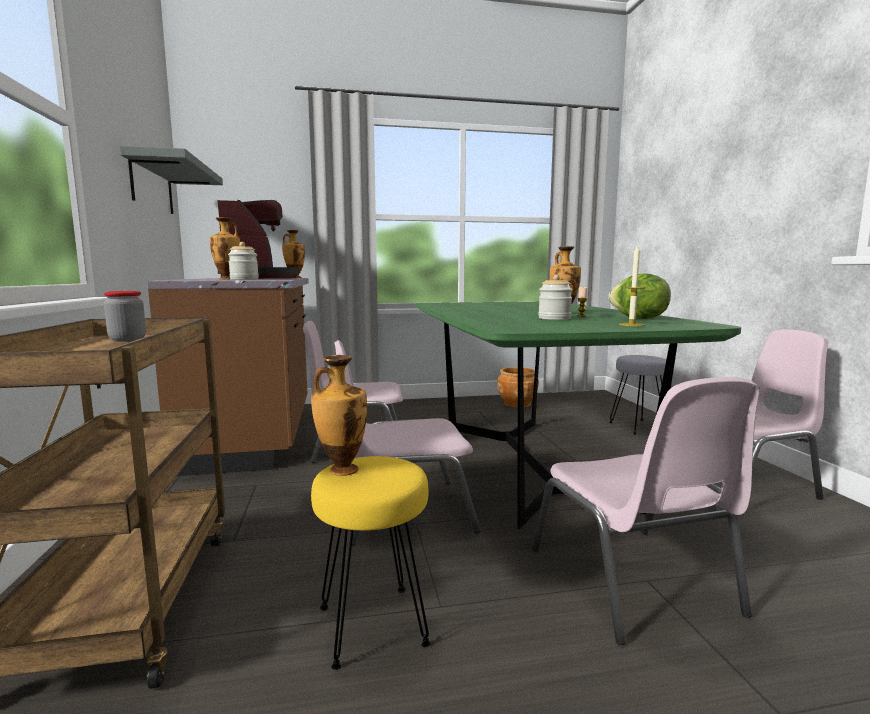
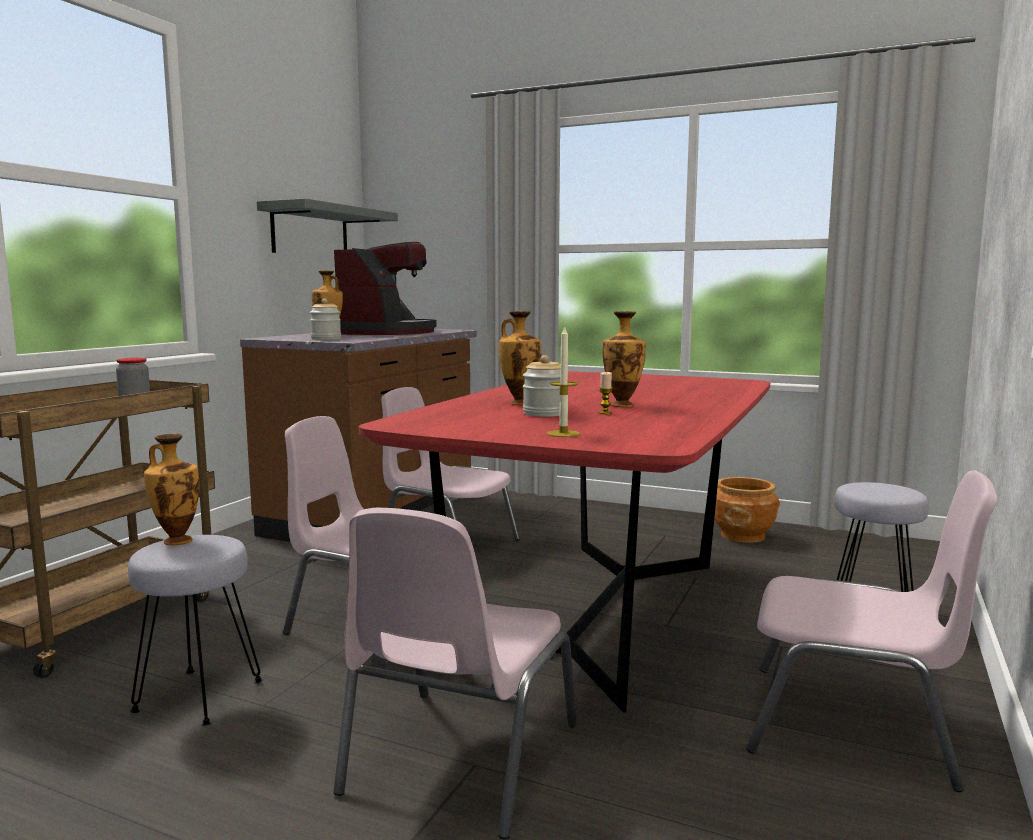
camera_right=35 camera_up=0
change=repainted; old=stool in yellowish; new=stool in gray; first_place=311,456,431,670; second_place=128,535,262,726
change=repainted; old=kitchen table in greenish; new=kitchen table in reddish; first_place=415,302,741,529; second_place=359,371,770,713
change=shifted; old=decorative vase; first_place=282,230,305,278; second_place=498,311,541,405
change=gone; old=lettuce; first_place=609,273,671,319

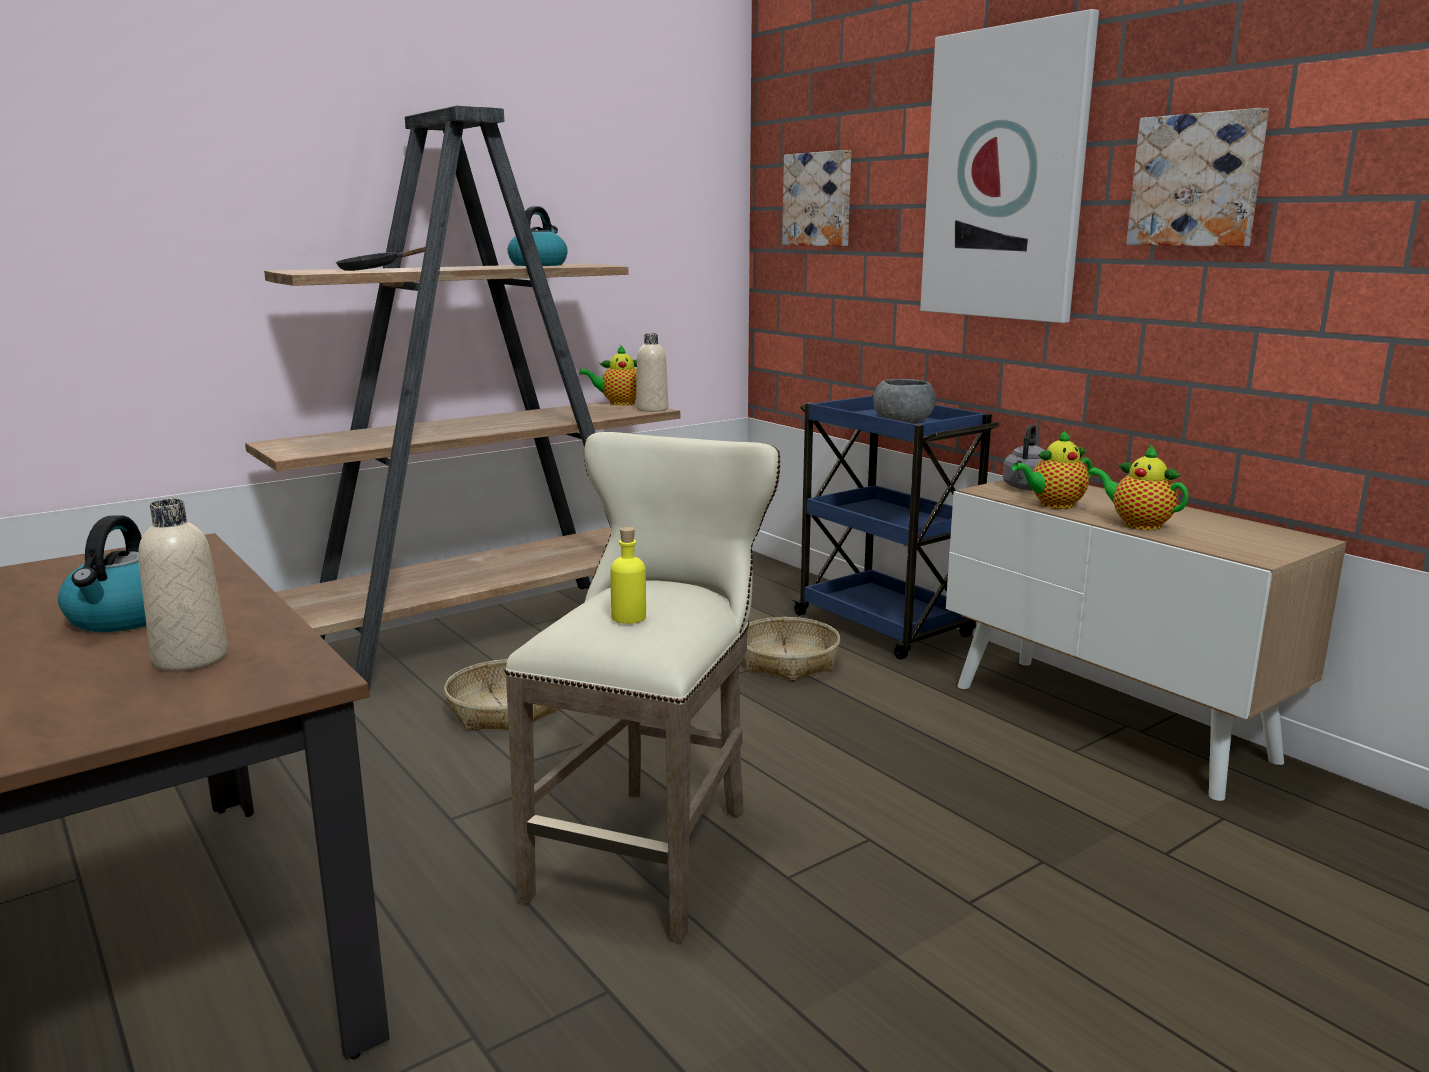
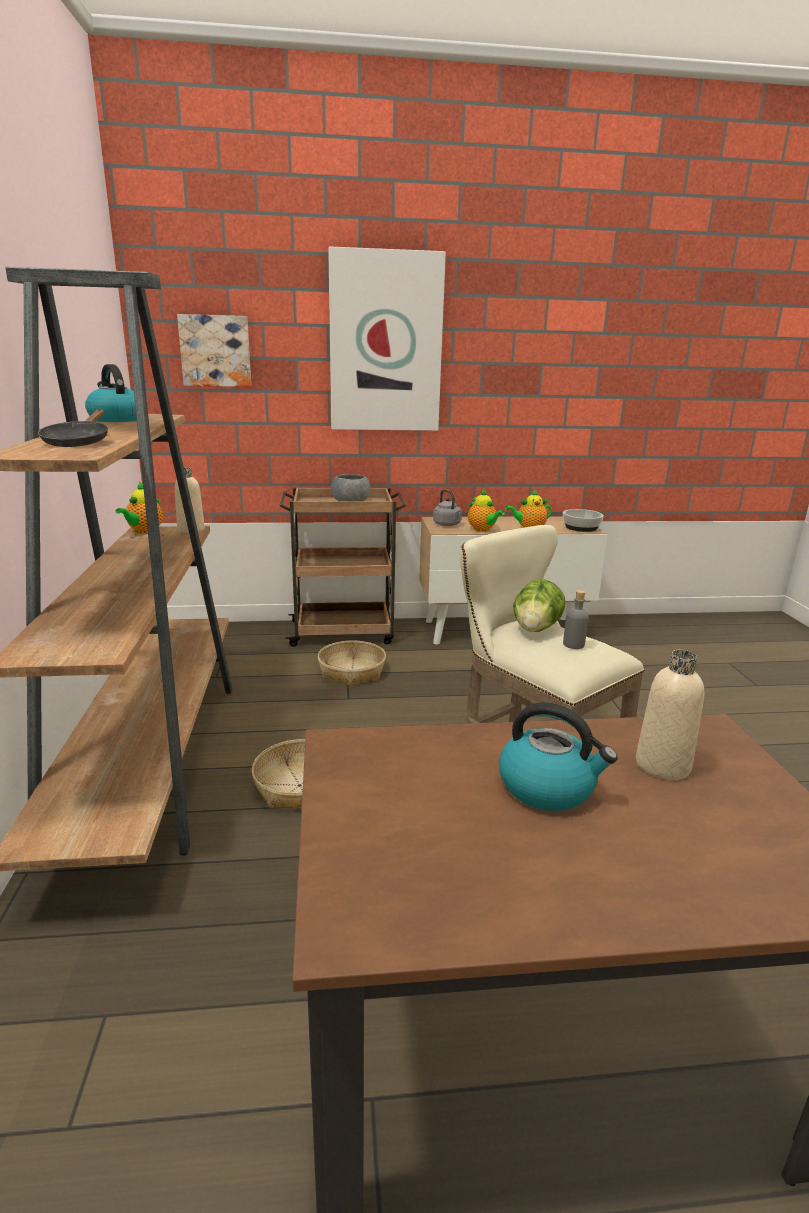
camera_right=-60 camera_up=5
change=repainted; old=cart in blue-coloured; new=cart in brownish; first_place=791,394,1000,660; second_place=279,487,406,647
change=rotated; old=teapot; first_place=1012,429,1093,509; second_place=468,489,505,532; degrees=-45
change=new; new=lettuce; second_place=513,579,566,632
change=new; new=serving bowl; second_place=563,509,603,532
change=repainted; old=bottle in yellowish; new=bottle in gray; first_place=610,527,646,624; second_place=563,590,589,649
change=gone; old=wall art; first_place=1126,108,1269,247

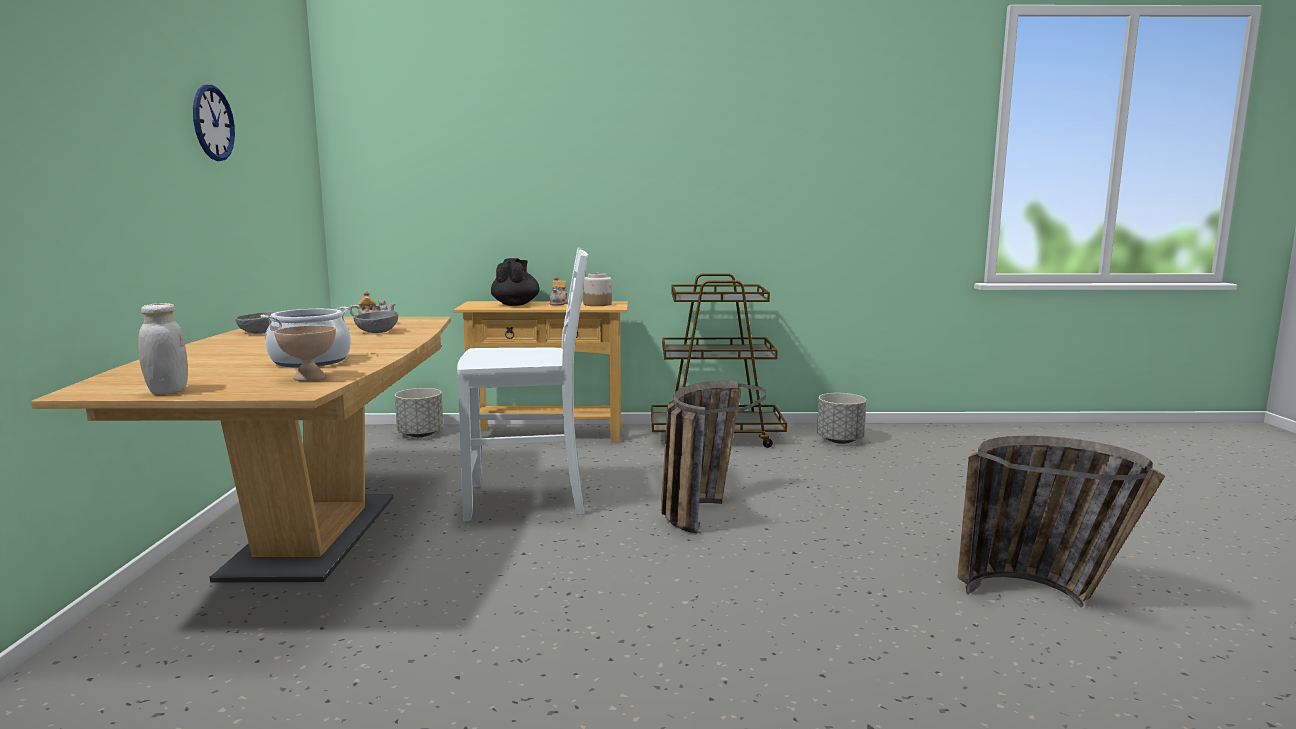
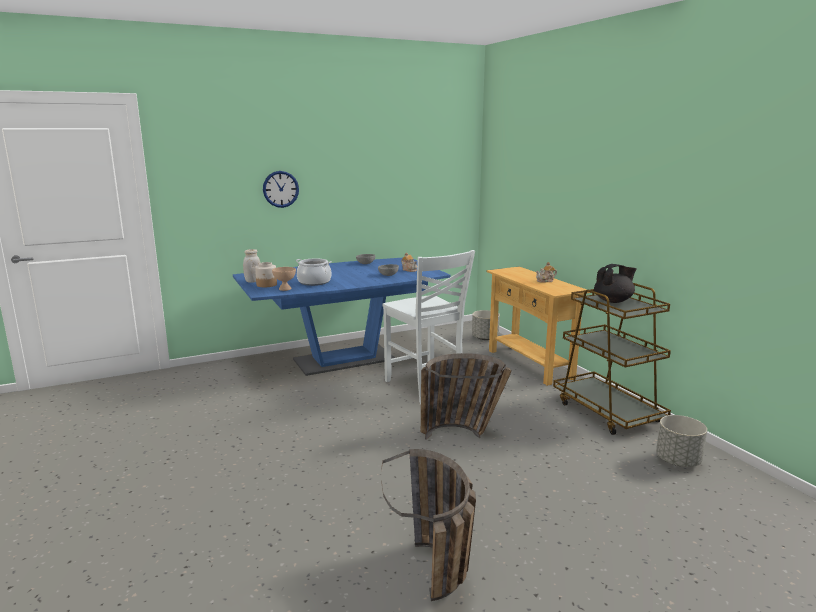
camera_right=65 camera_up=5
change=repainted; old=kitchen table in brownish; new=kitchen table in blue-coloured; first_place=31,317,451,582; second_place=233,258,451,376
change=shifted; old=storage jar; first_place=583,273,612,306; second_place=255,262,277,287
change=shifted; old=clock on the wall; first_place=193,85,235,161; second_place=263,171,299,208
change=shifted; old=teapot in blackish; first_place=491,258,540,306; second_place=594,264,637,303

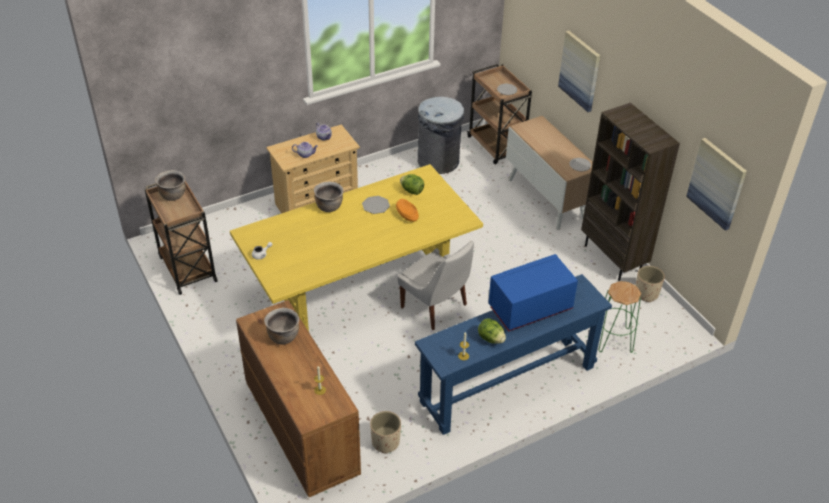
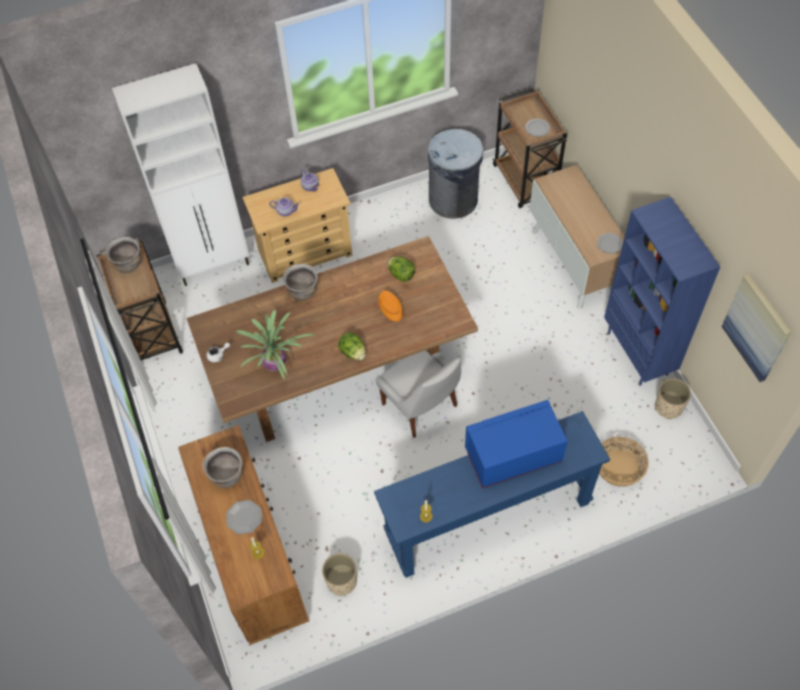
camera_right=10 camera_up=15
change=new; new=cupboard in white-coloured; second_place=112,63,249,286
change=repainted; old=kitchen table in yellowish; new=kitchen table in brownish; first_place=230,164,483,332; second_place=187,236,478,442
change=shifted; old=dinner plate; first_place=362,196,390,214; second_place=226,500,262,534
change=new; new=plant in a pot; second_place=235,309,314,380
change=shifted; old=lettuce; first_place=478,318,506,344; second_place=338,332,366,361
change=swapped; old=stool in greenish; new=storage basket; first_place=599,281,641,353; second_place=599,437,649,487
change=repainted; old=shelving unit in brownish; new=shelving unit in blue-coloured; first_place=581,103,680,281; second_place=604,197,720,386
change=gone; old=wall art; first_place=558,30,601,112

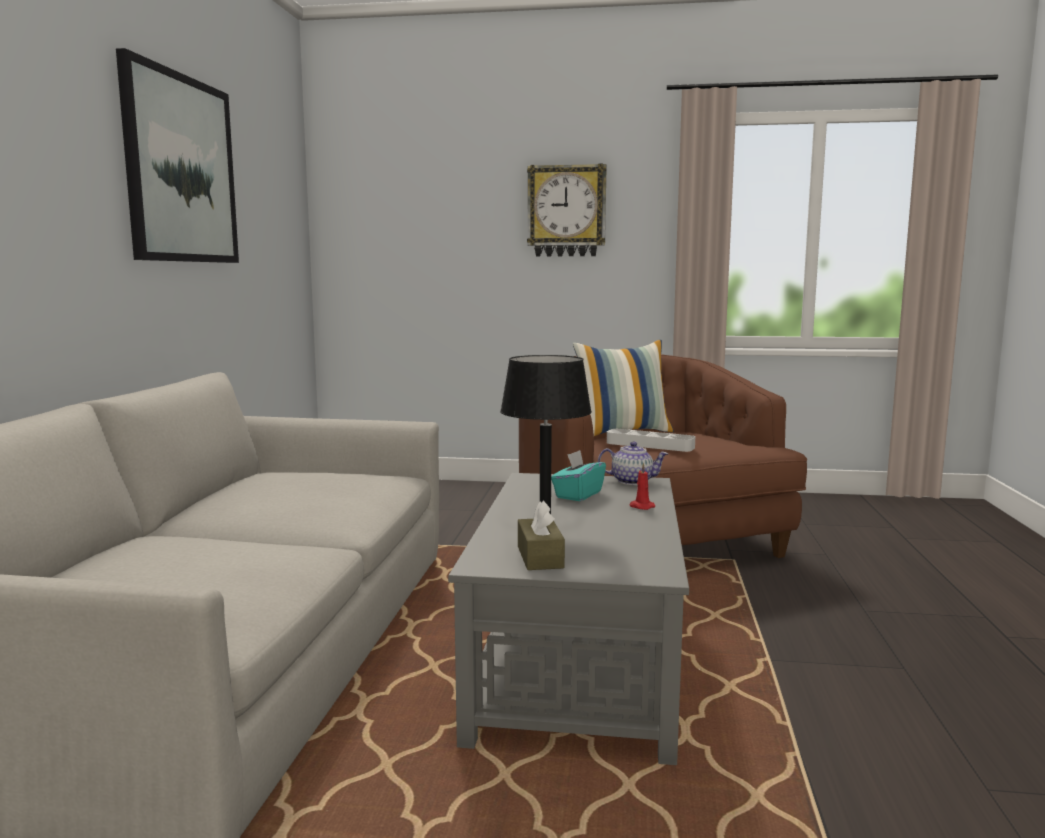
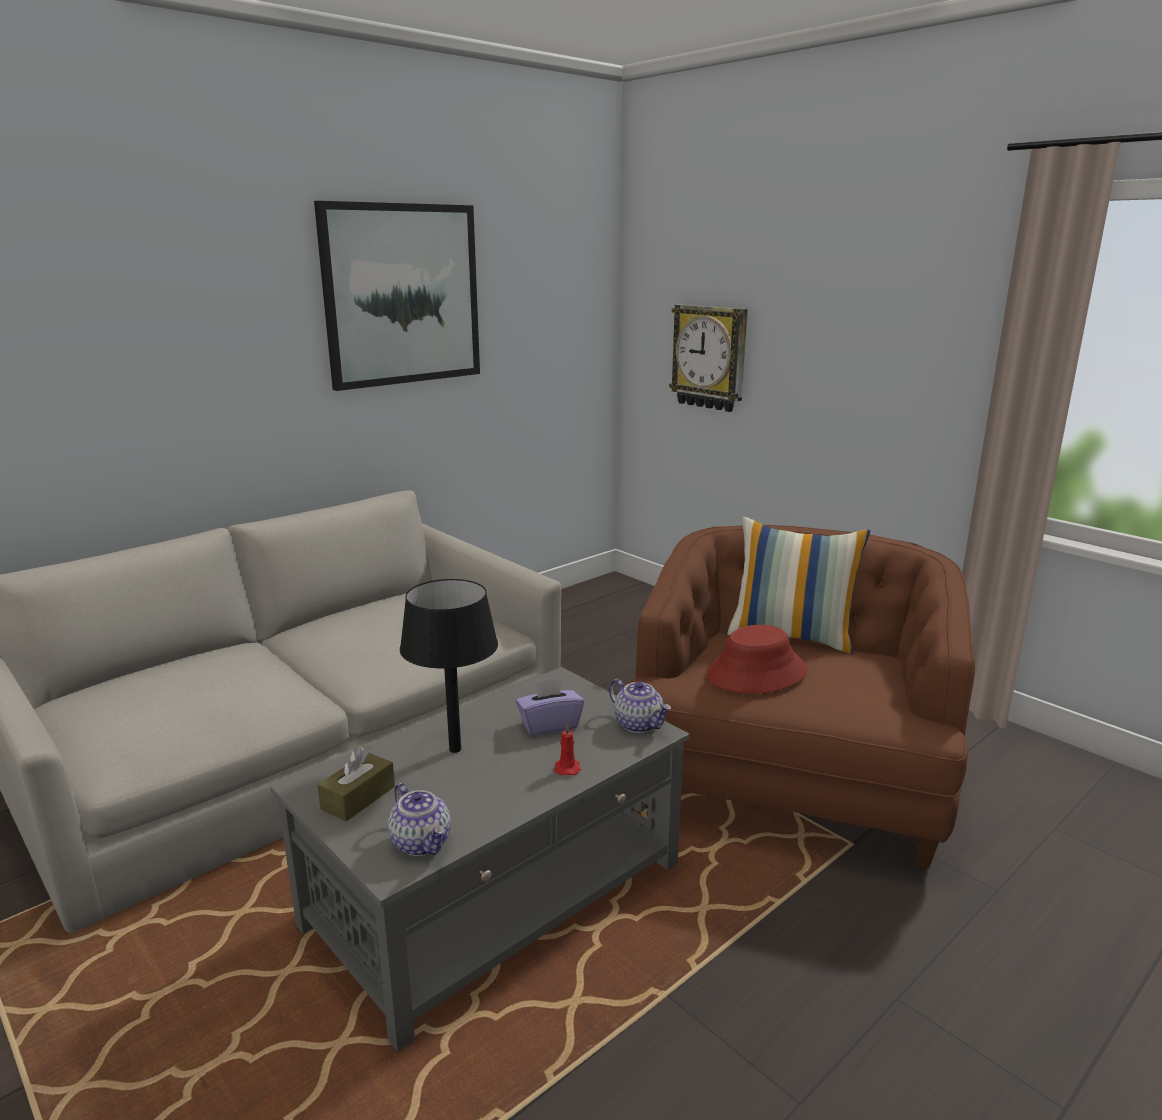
camera_right=40 camera_up=10
change=new; new=teapot; second_place=388,783,451,856
change=repainted; old=tissue holder in blue-green; new=tissue holder in purple-coloured; first_place=551,450,606,501; second_place=516,678,584,736
change=shifted; old=clock on the wall; first_place=527,164,607,257; second_place=669,304,748,412
change=swapped; old=carrying tray in gray; new=hat in reddish; first_place=607,429,695,452; second_place=706,625,807,693

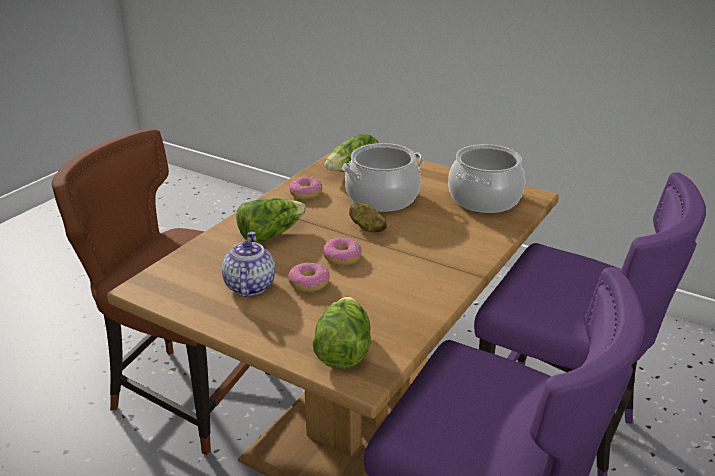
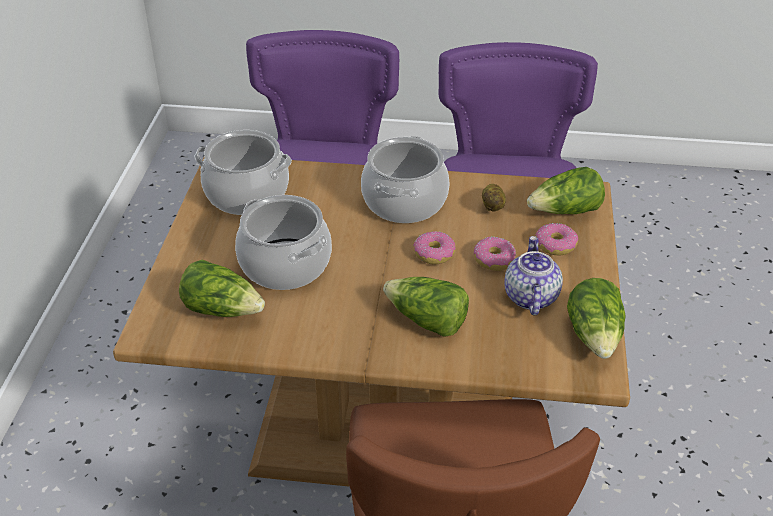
camera_right=-115 camera_up=10
change=new; new=cooking pot; second_place=361,136,450,223
change=shifted; old=whole potato; first_place=349,202,387,232; second_place=482,184,506,212
change=rotated; old=teapot; first_place=222,232,275,297; second_place=504,236,563,315; degrees=120
change=shifted; old=ring doughnut; first_place=289,177,322,199; second_place=535,223,578,256
change=new; new=lettuce; second_place=567,278,626,359

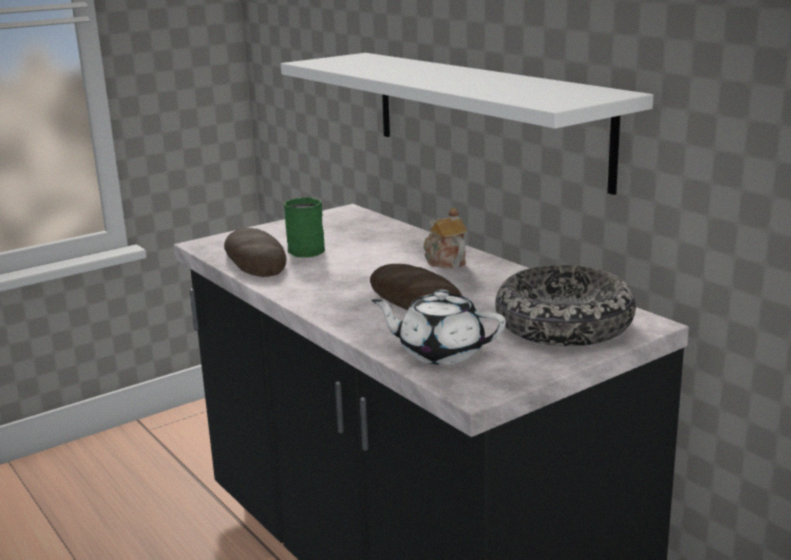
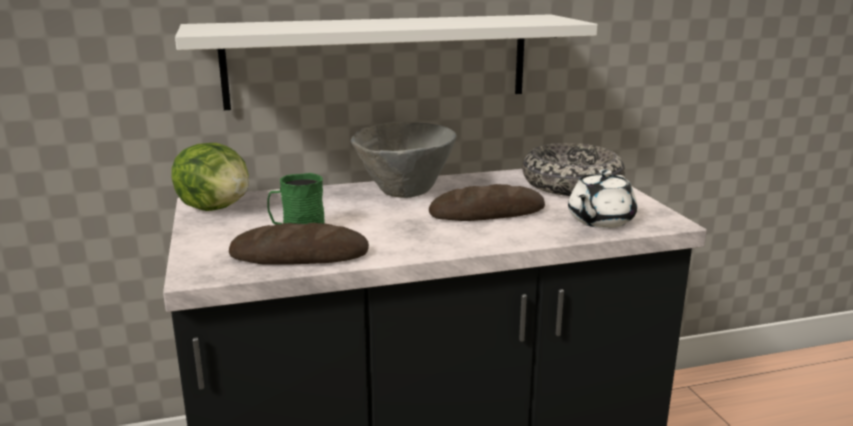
camera_right=-70 camera_up=0
change=new; new=lettuce; second_place=172,143,249,211
change=swapped; old=teapot; new=serving bowl in gray; first_place=424,207,467,268; second_place=351,122,457,198

